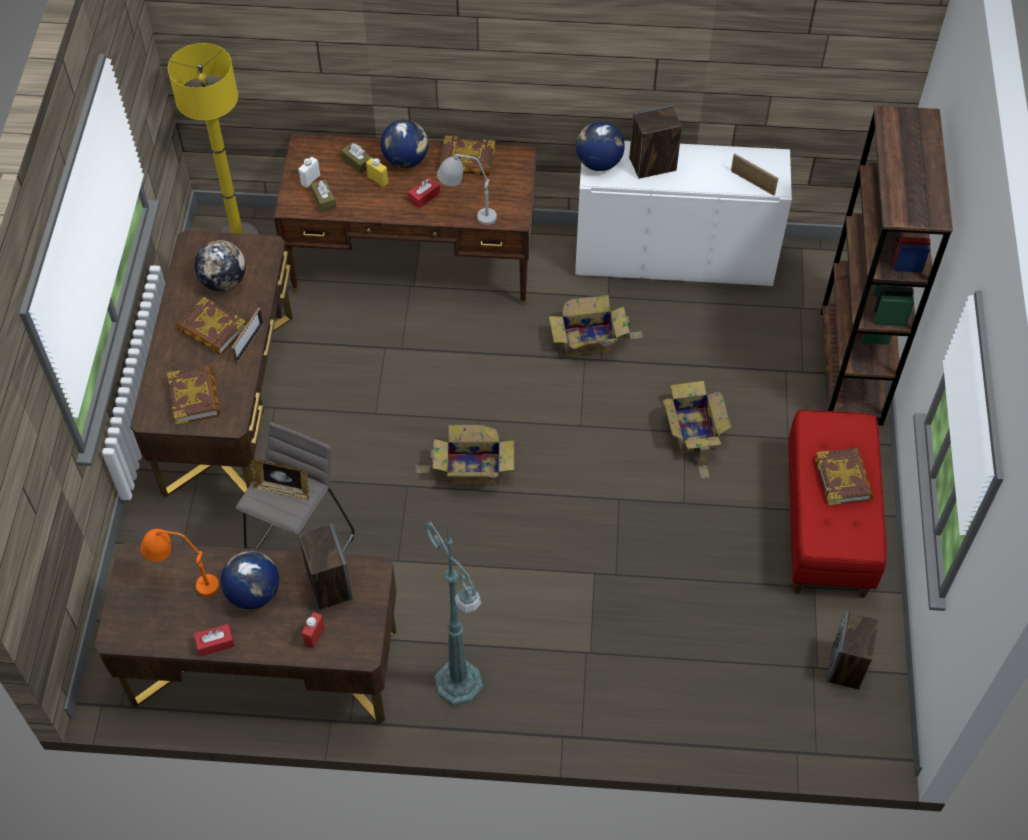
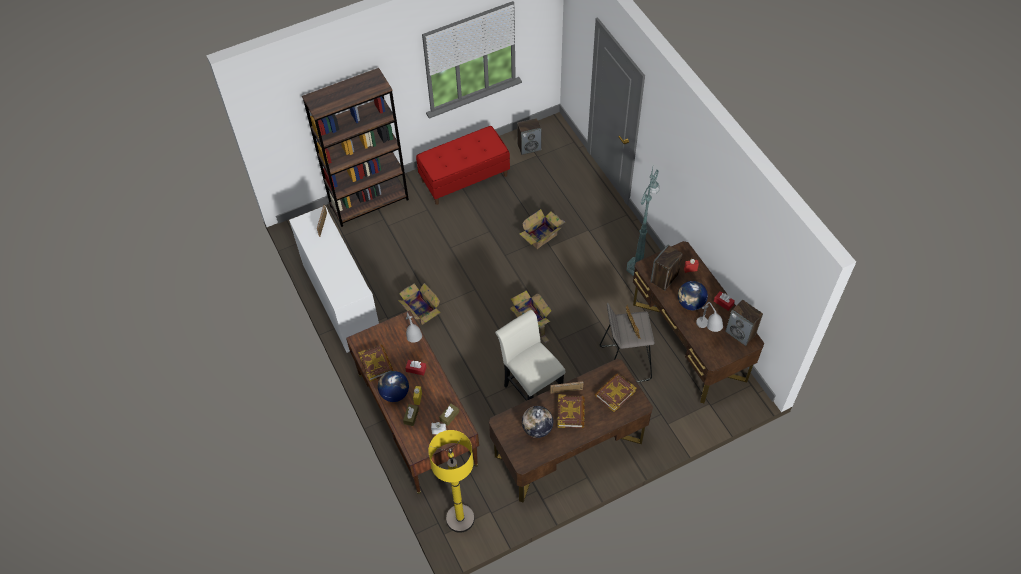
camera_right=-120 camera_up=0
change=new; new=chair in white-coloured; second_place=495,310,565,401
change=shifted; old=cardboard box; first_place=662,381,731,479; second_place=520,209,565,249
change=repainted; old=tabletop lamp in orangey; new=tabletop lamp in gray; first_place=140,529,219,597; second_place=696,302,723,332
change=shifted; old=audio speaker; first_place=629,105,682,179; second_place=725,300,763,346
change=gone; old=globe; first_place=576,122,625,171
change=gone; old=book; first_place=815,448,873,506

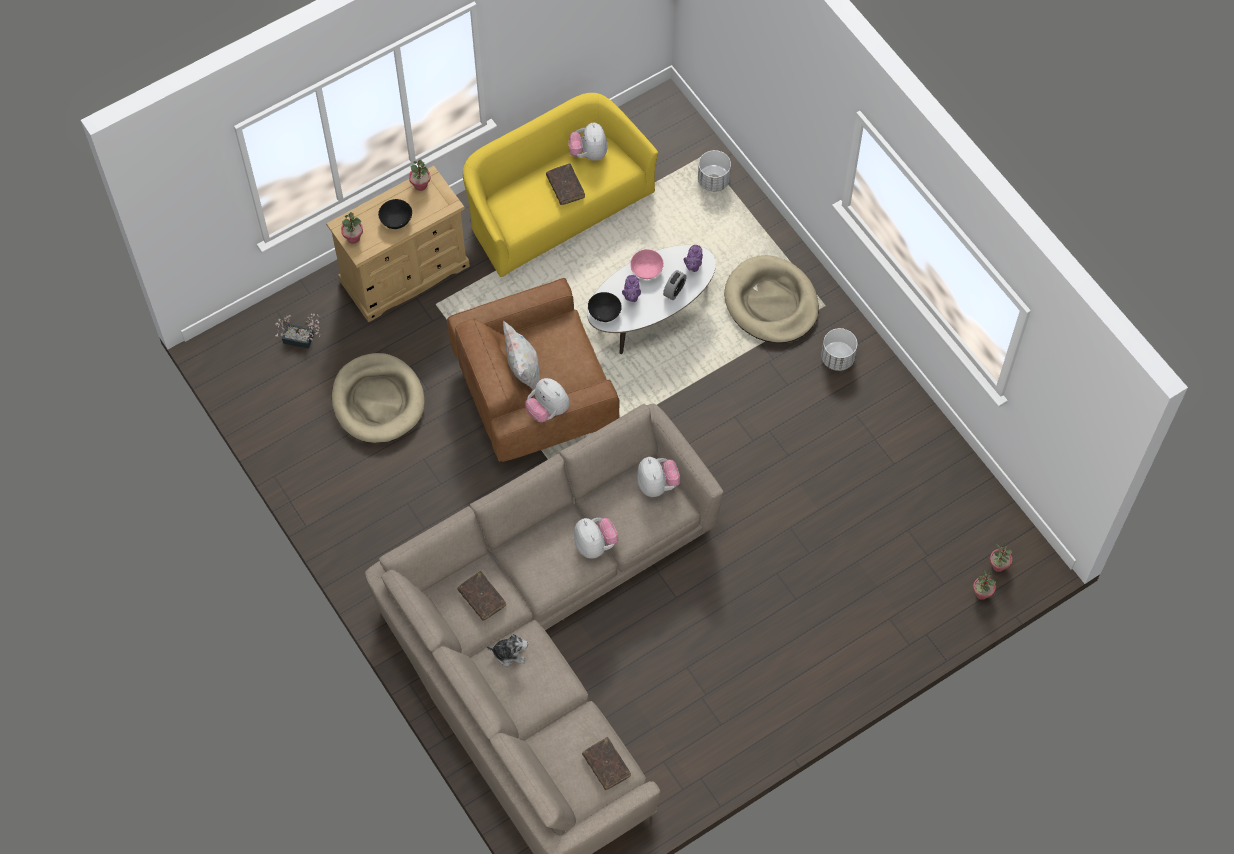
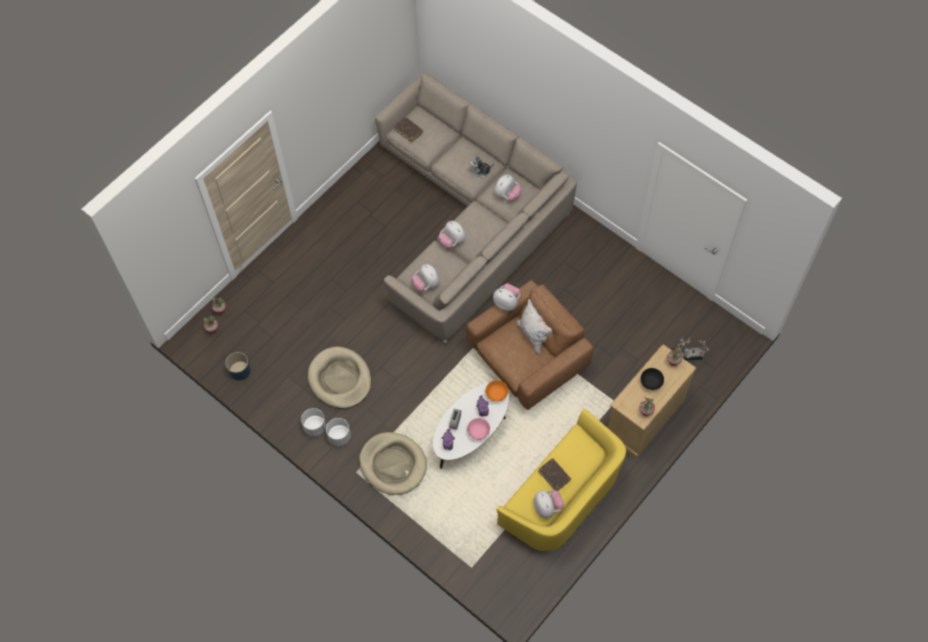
camera_right=165 camera_up=0
change=new; new=flower pot in blue-coloured; second_place=225,352,251,380
change=shifted; old=flower pot in white-coloured; first_place=698,150,731,192; second_place=301,408,326,437
change=shifted; old=dog cushion in beige; first_place=332,353,425,443; second_place=308,346,371,409
change=repainted; old=serving bowl in blackish; new=serving bowl in orangey; first_place=588,292,622,322; second_place=485,380,508,402
change=swapped; old=book in brownish; new=soft toy; first_place=457,571,506,621; second_place=494,175,522,201

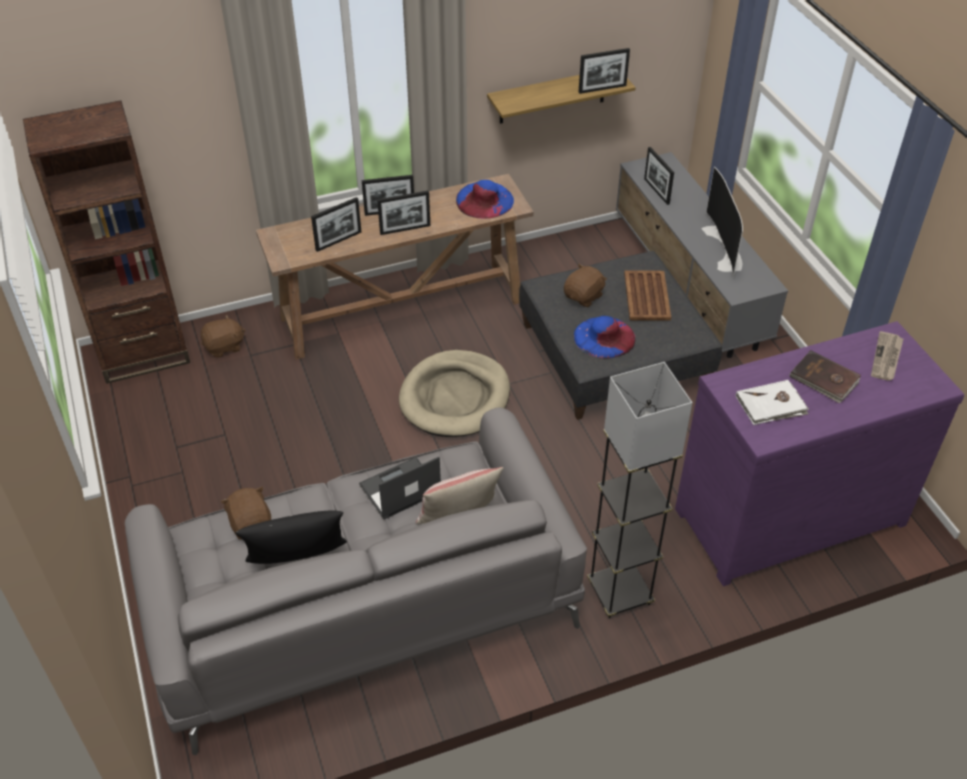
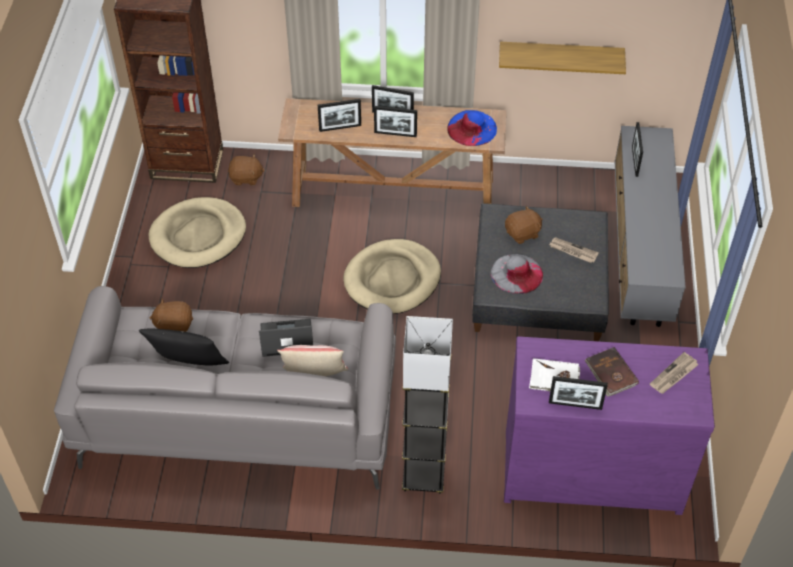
camera_right=25 camera_up=5
change=new; new=dog cushion in beige; second_place=149,197,246,268
change=rotated; old=soft toy in brownish; first_place=220,487,271,540; second_place=150,299,193,332; degrees=-90
change=repainted; old=hat in blue-coloured; new=hat in gray; first_place=574,316,635,359; second_place=491,254,543,294
change=swapped; old=carrying tray in brownish; new=printed paper; first_place=624,270,671,321; second_place=549,237,599,263
change=shifted; old=standing frame; first_place=579,48,630,94; second_place=549,376,608,410
change=gone; old=television; first_place=702,167,743,277

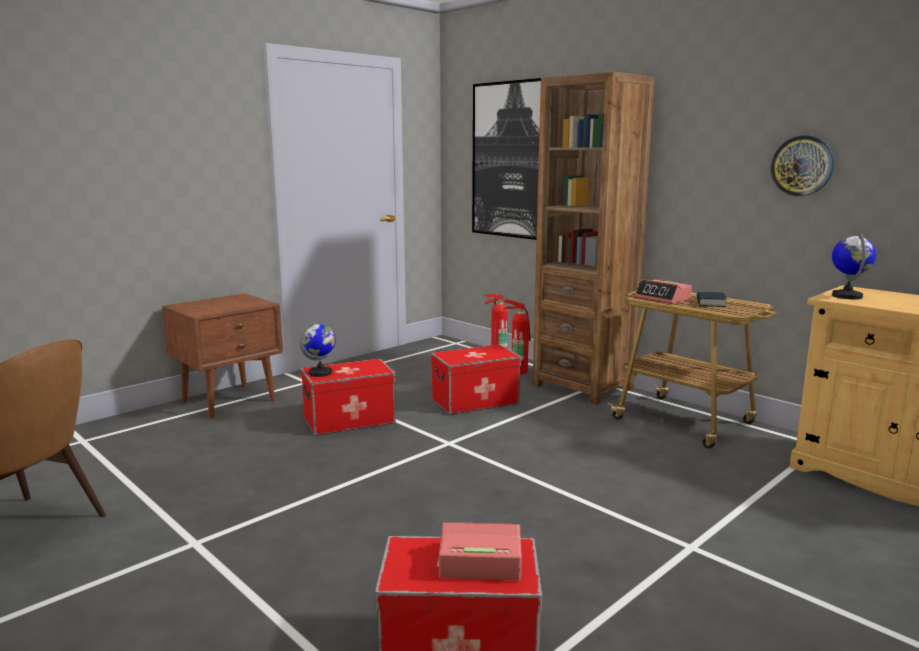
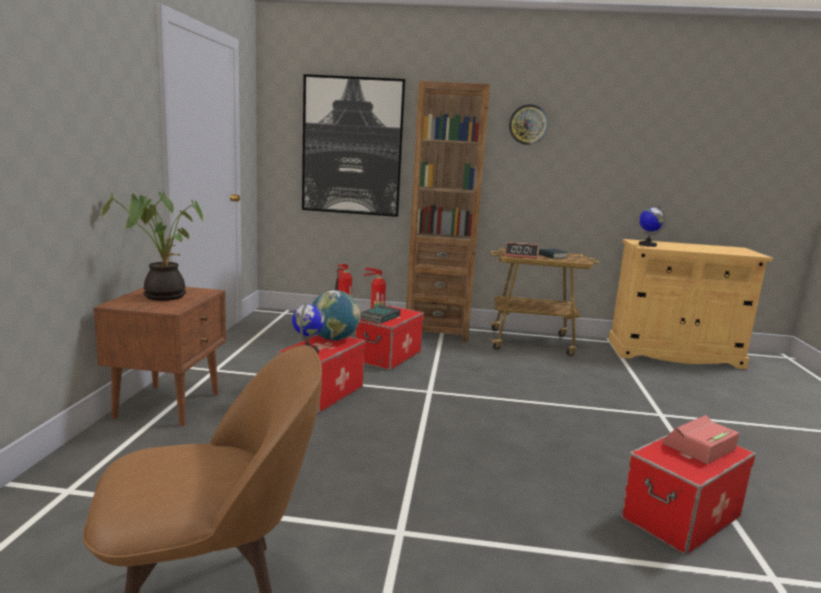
camera_right=-40 camera_up=0
change=new; new=plant in a pot; second_place=102,191,203,301
change=new; new=globe; second_place=312,290,360,341
change=new; new=book; second_place=360,305,401,324
change=shifted; old=clock on the wall; first_place=771,135,834,196; second_place=509,104,549,145

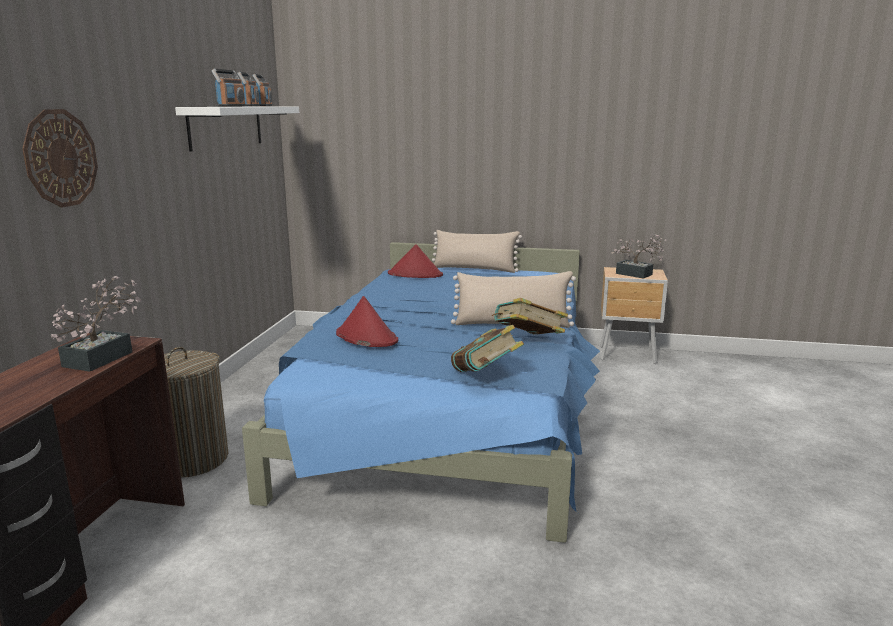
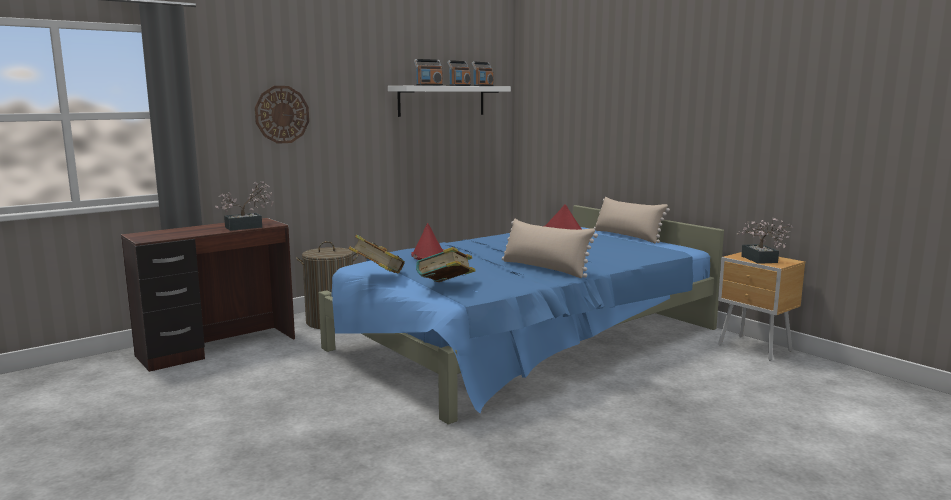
camera_right=40 camera_up=-5
change=shifted; old=book; first_place=492,298,568,334; second_place=348,235,405,273

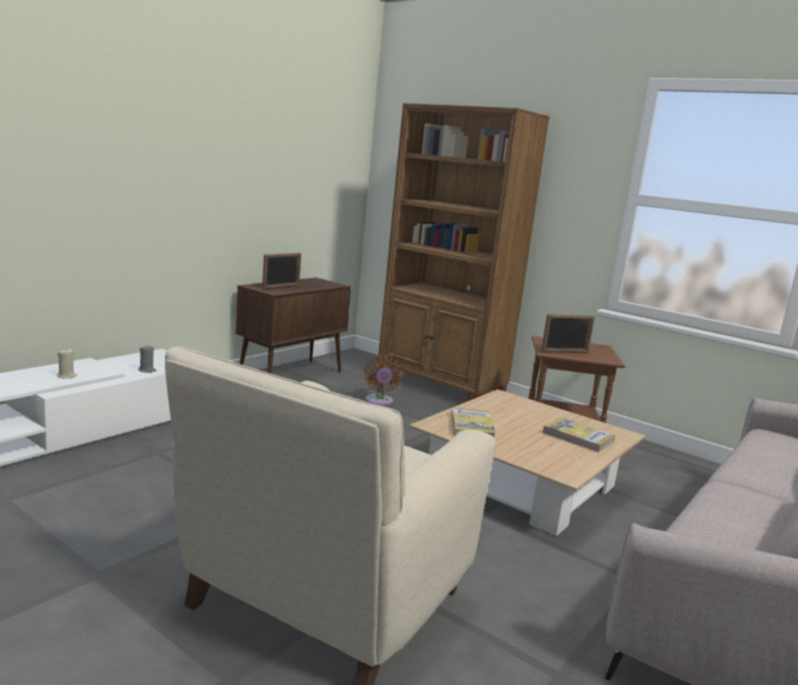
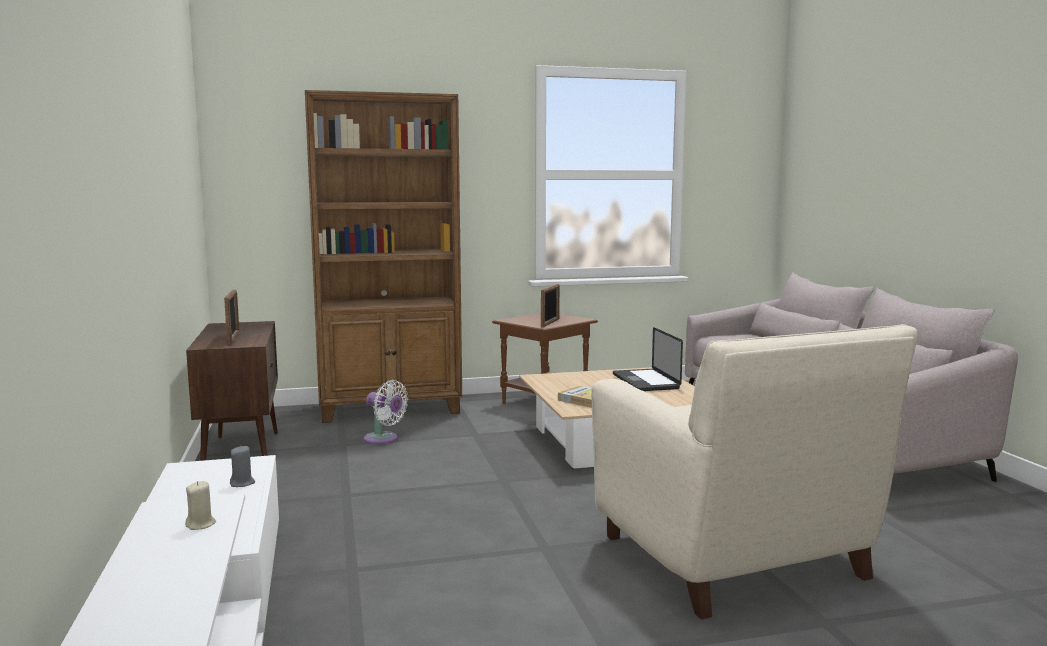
camera_right=-50 camera_up=-5
change=repainted; old=fan in brownish; new=fan in white-coloured; first_place=364,354,403,406; second_place=364,380,408,444
change=swapped; old=book; new=laptop; first_place=543,417,615,453; second_place=613,327,683,391

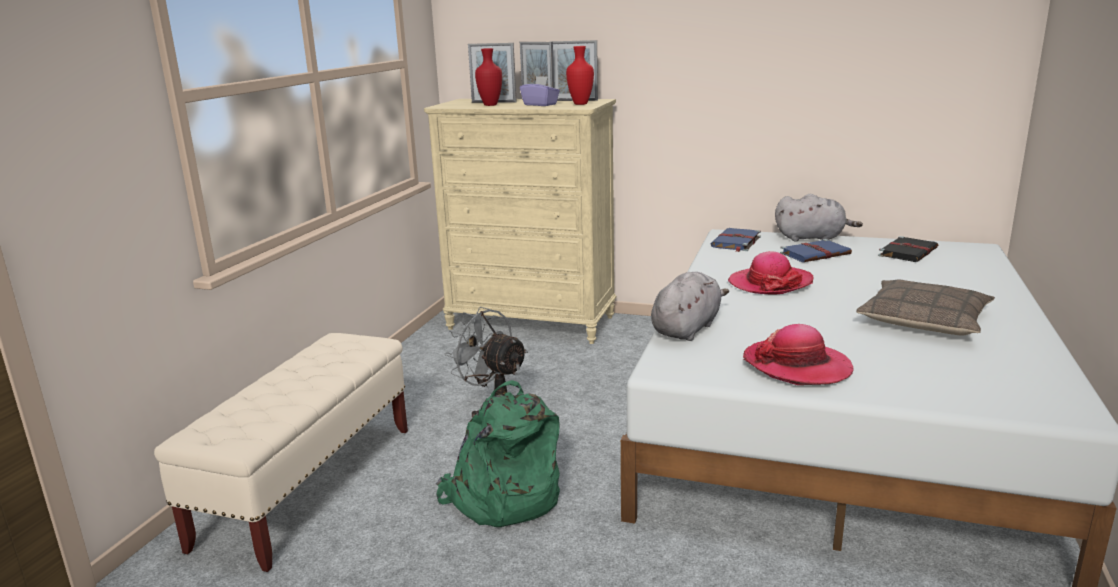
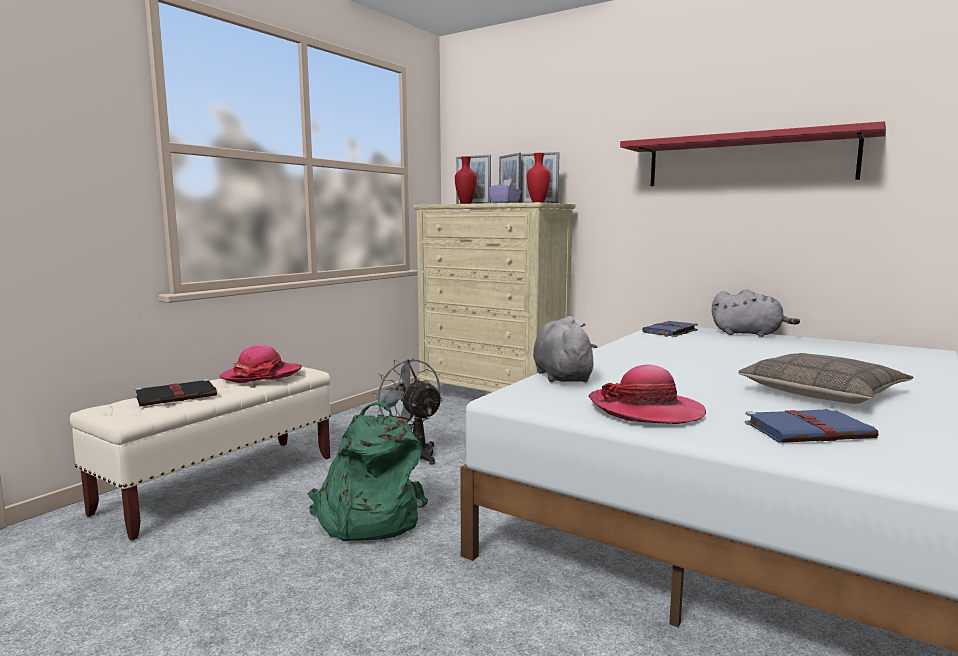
camera_right=15 camera_up=-10
change=shifted; old=book in blackish; first_place=878,236,938,262; second_place=135,379,218,407
change=shifted; old=hat; first_place=728,251,814,295; second_place=219,345,302,383
change=rotated; old=soft toy in gray; first_place=651,272,729,341; second_place=533,316,598,382; degrees=-60
change=new; new=shelf in reddish; second_place=620,121,886,186
change=shifted; old=book in blue-coloured; first_place=780,239,852,262; second_place=745,408,879,443

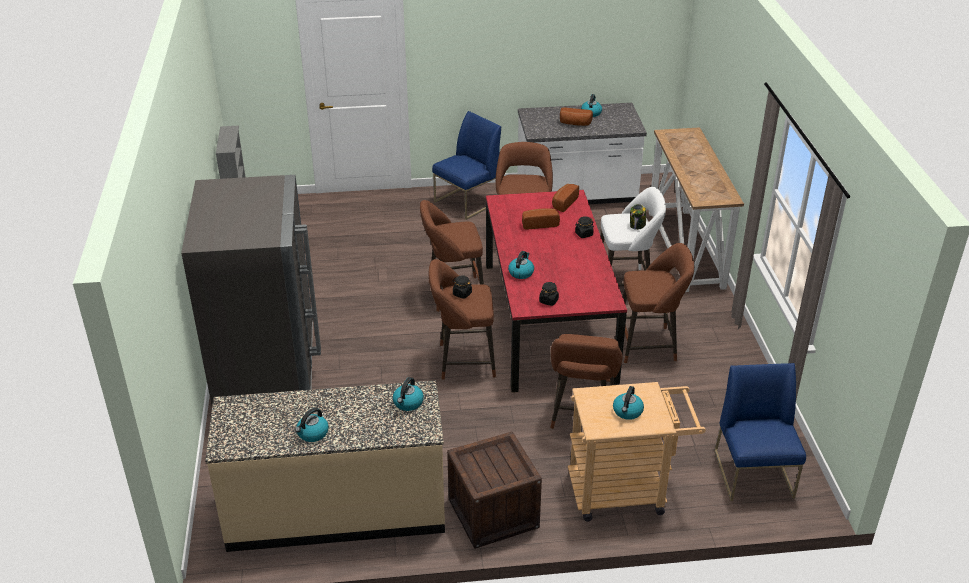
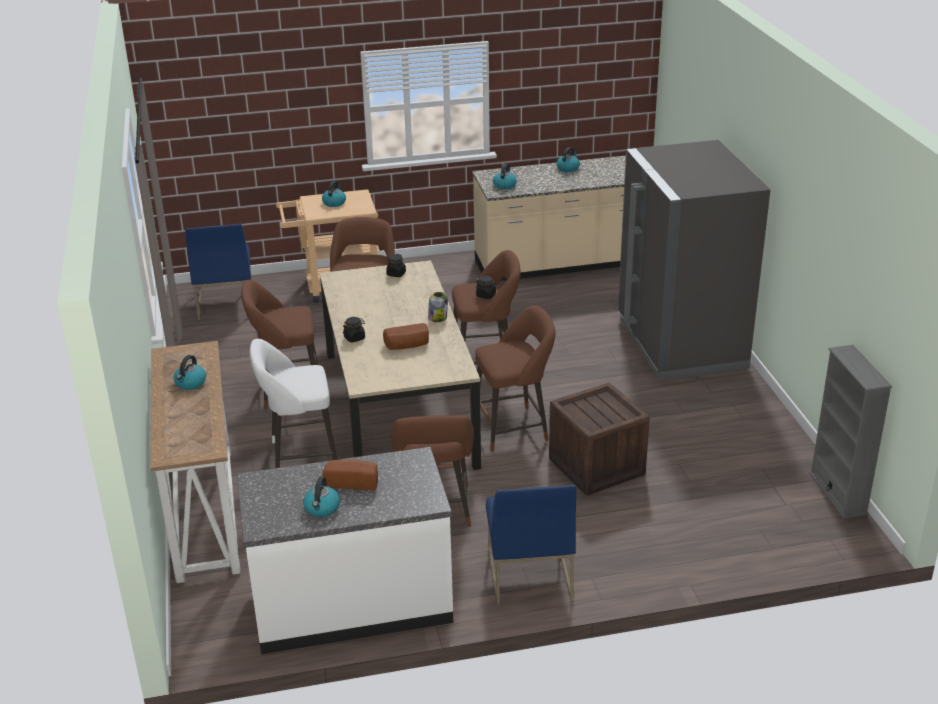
camera_right=175 camera_up=-5
change=shifted; old=tea kettle; first_place=508,251,534,279; second_place=173,355,206,390
change=repainted; old=kitchen table in reddish; new=kitchen table in beige; first_place=486,190,627,393; second_place=320,260,481,470
change=shifted; old=storage jar; first_place=630,204,646,230; second_place=428,292,448,322
change=rotated; old=chair in blue-coloured; first_place=432,111,501,220; second_place=486,484,576,605; degrees=-45
change=shifted; old=packing crate; first_place=447,432,542,549; second_place=549,383,650,496
change=gone; old=baked bread; first_place=552,184,579,212

